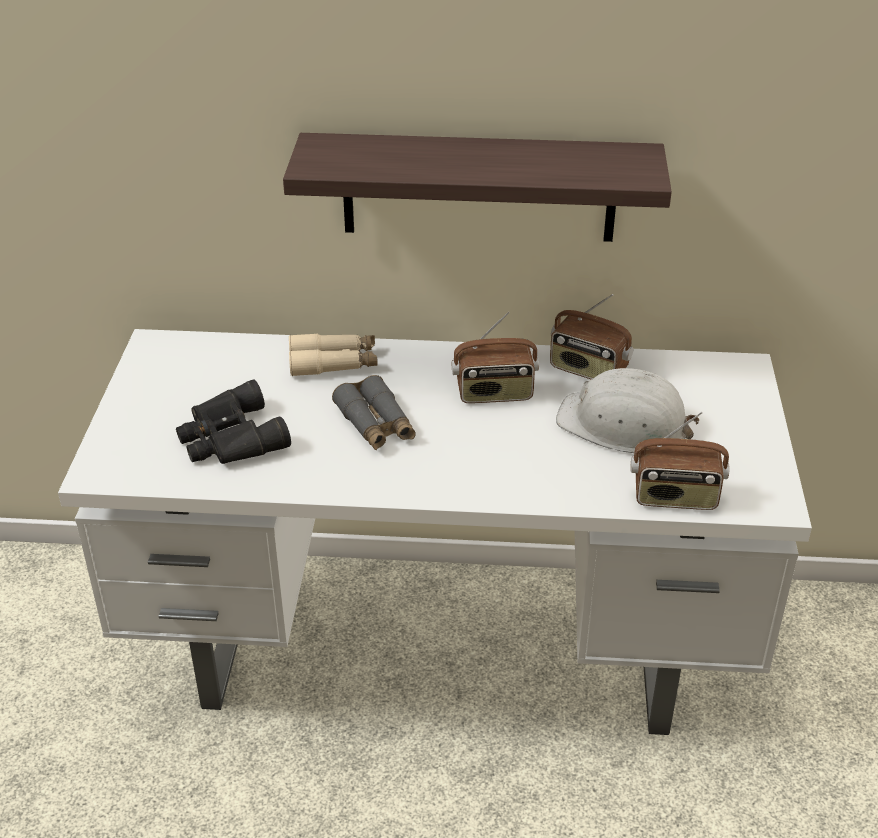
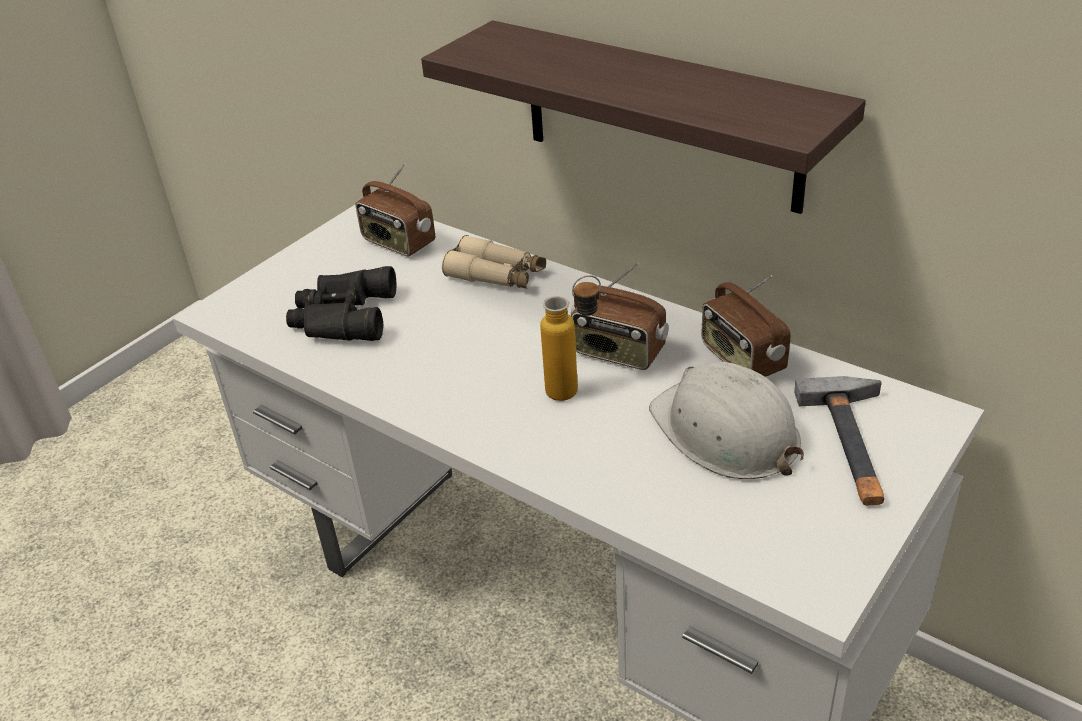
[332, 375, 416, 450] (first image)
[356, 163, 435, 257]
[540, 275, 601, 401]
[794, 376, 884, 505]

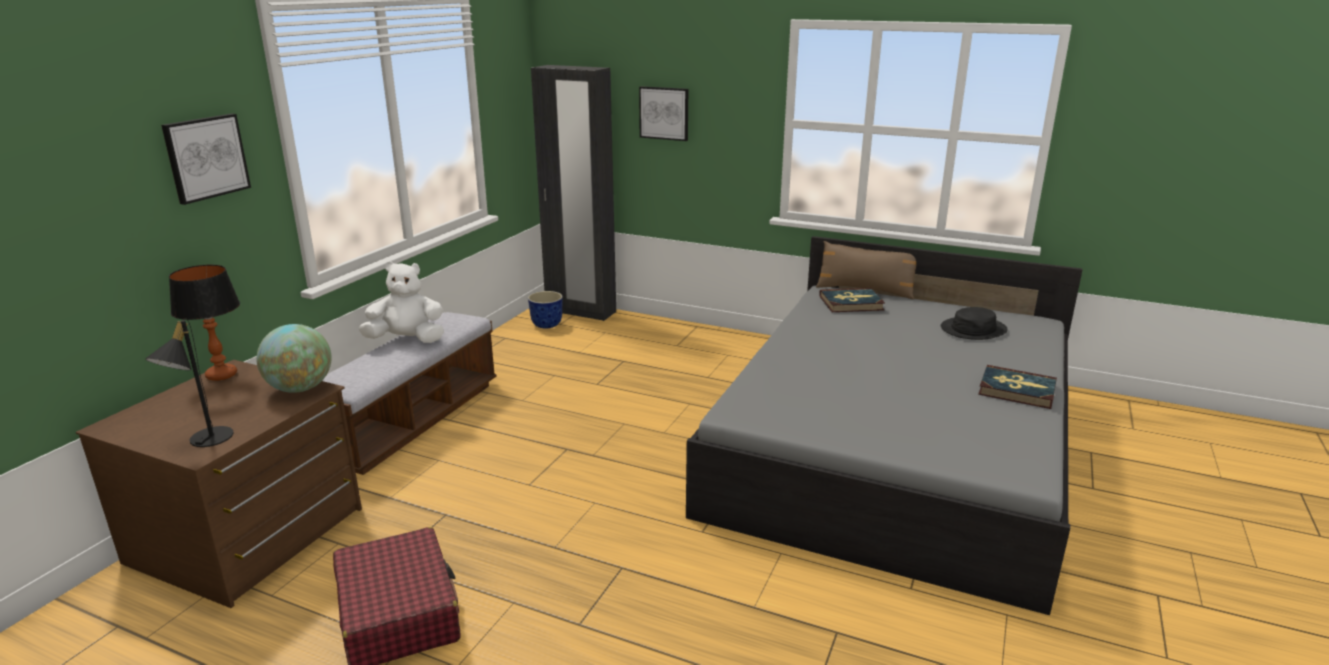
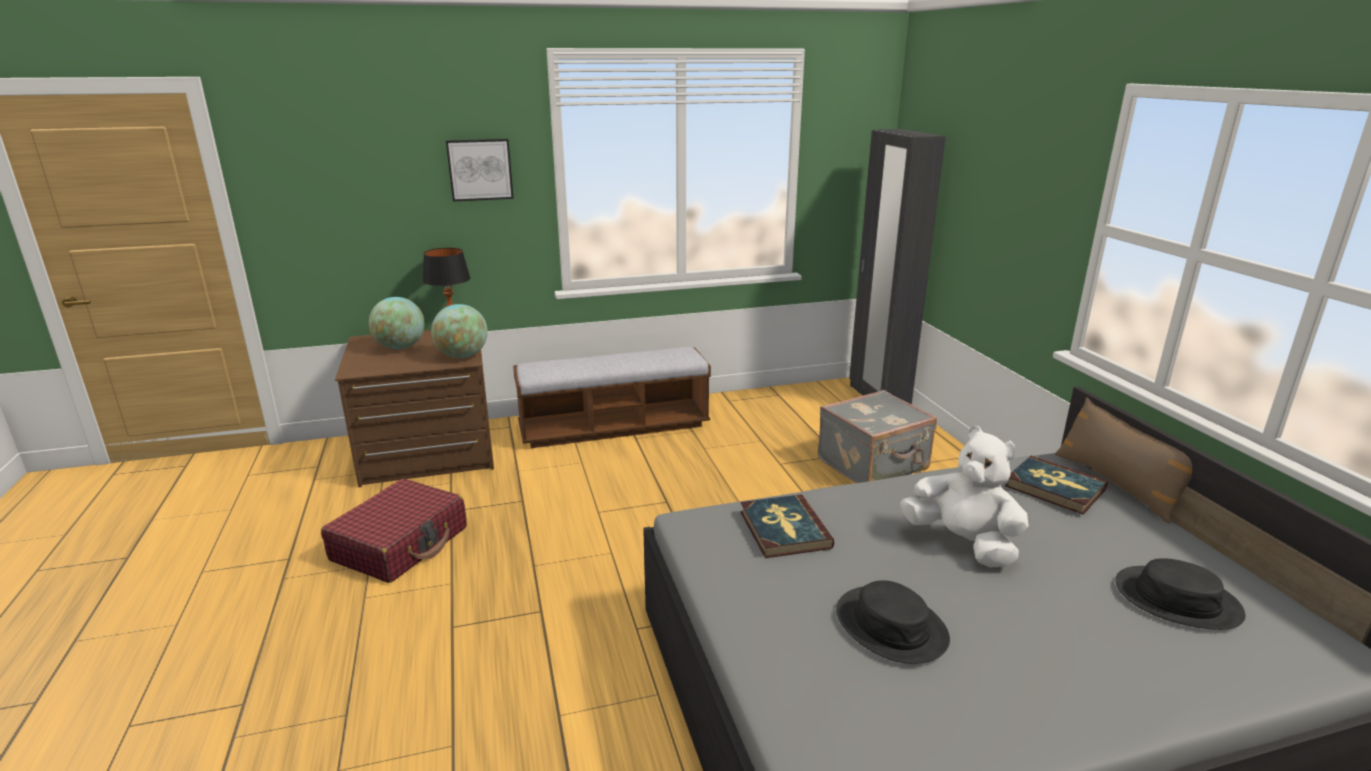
[639, 86, 688, 141] (first image)
[900, 426, 1029, 567]
[528, 291, 563, 328] (first image)
[145, 319, 234, 447] (first image)
[740, 495, 834, 558]
[369, 297, 425, 349]
[818, 390, 937, 483]
[836, 580, 950, 664]

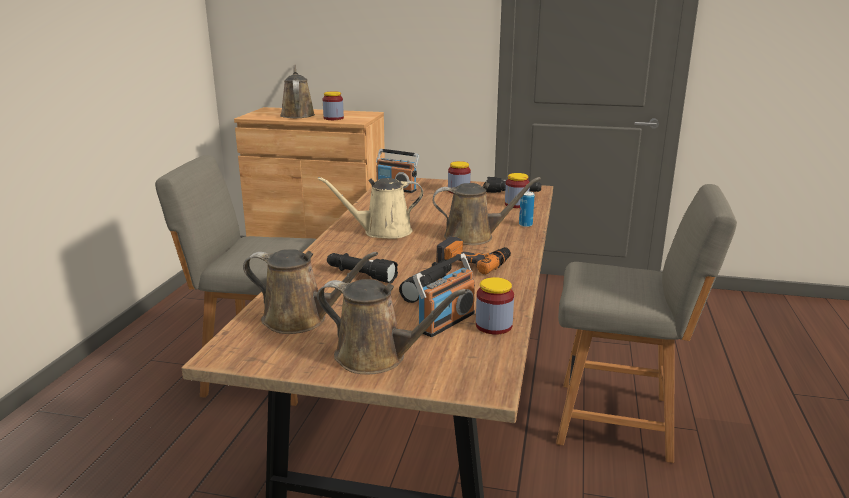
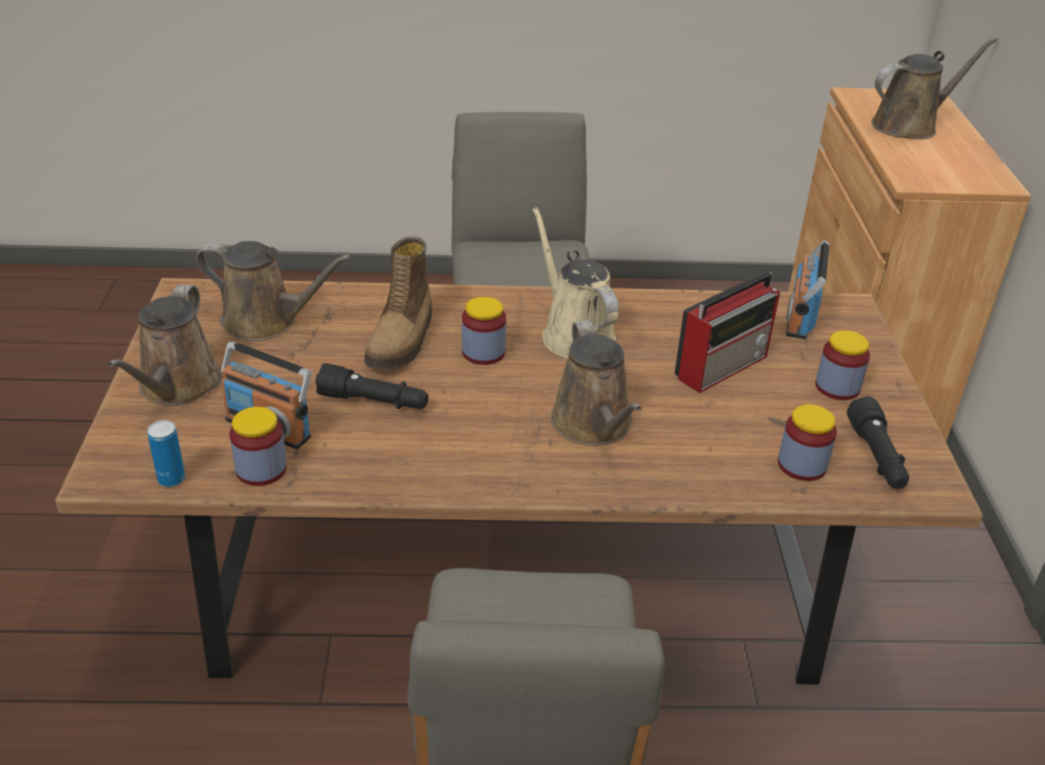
[462, 297, 506, 365]
[147, 420, 185, 487]
[436, 236, 511, 275] (first image)
[196, 241, 352, 341]
[364, 237, 432, 370]
[675, 272, 780, 393]

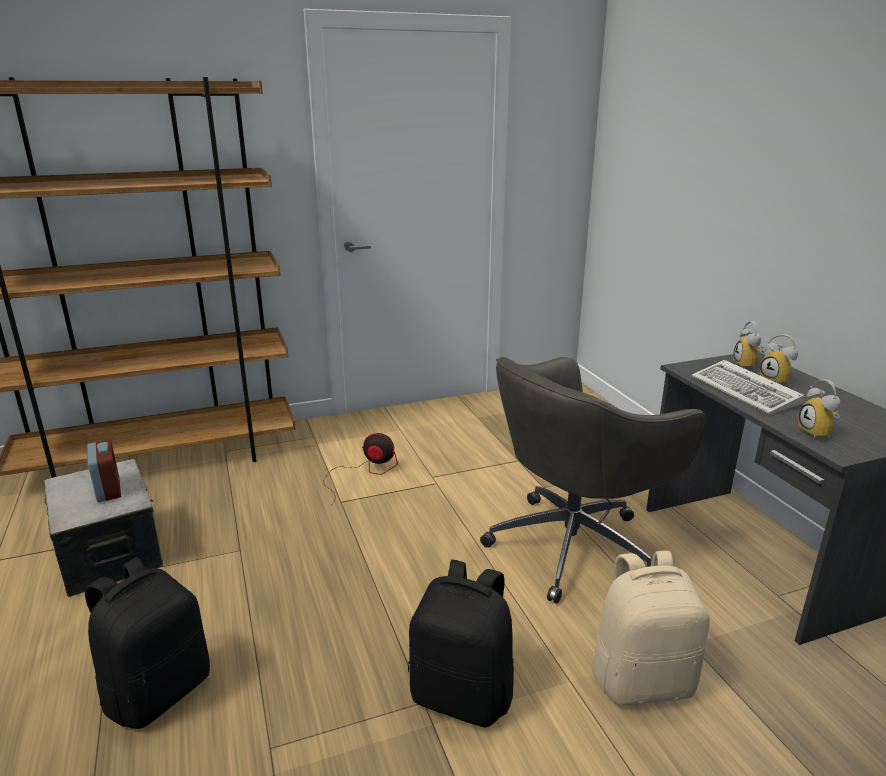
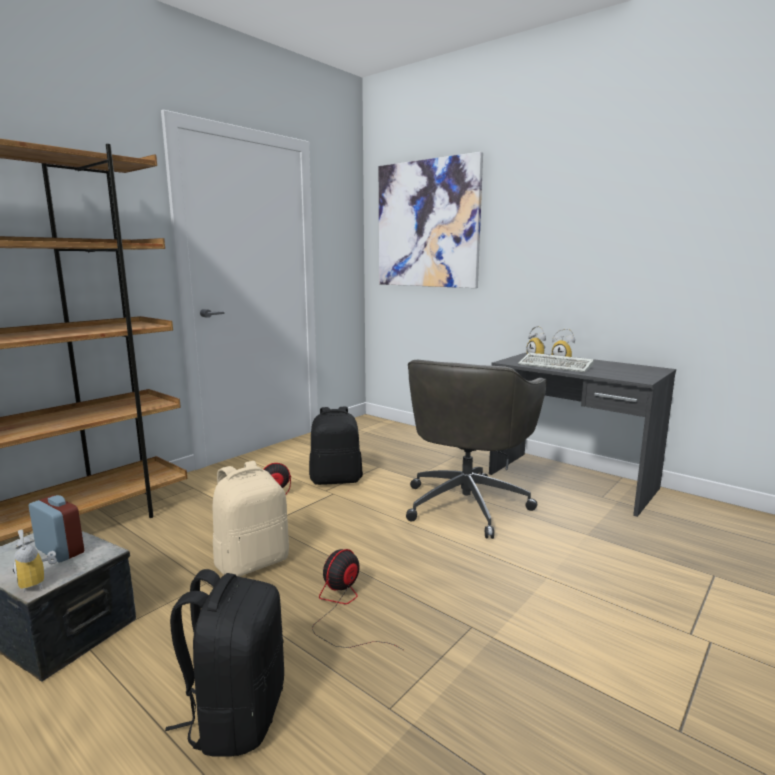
[13, 530, 57, 592]
[213, 461, 289, 577]
[309, 407, 363, 485]
[379, 152, 483, 288]
[312, 549, 403, 650]

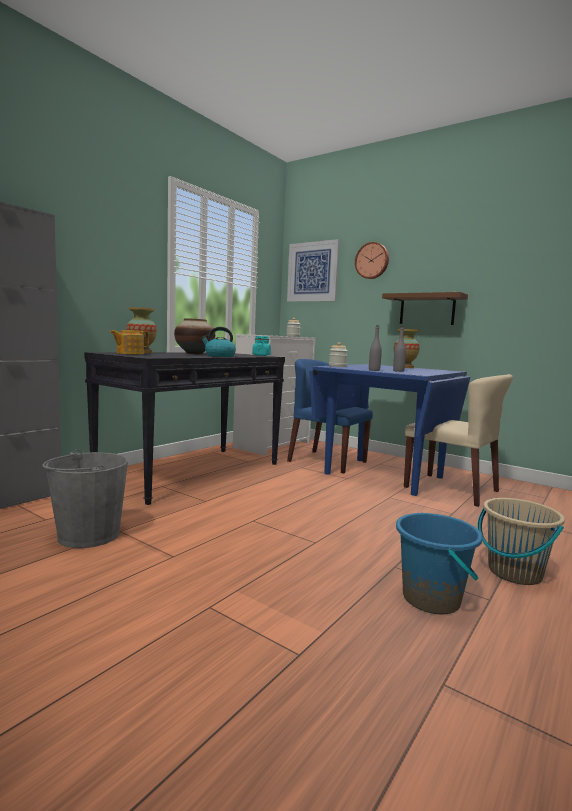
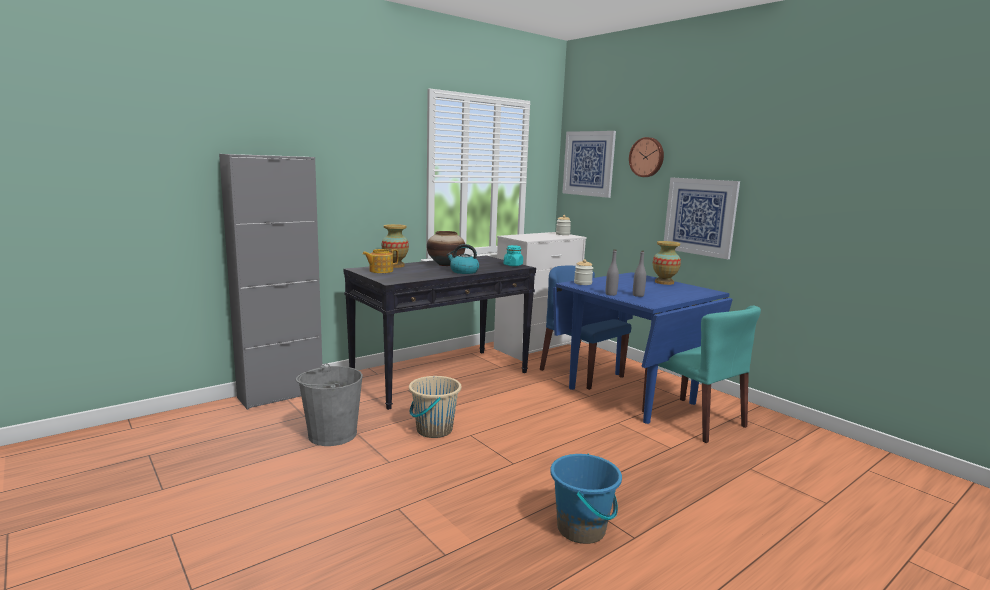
[664, 177, 740, 259]
[642, 306, 761, 443]
[409, 376, 461, 438]

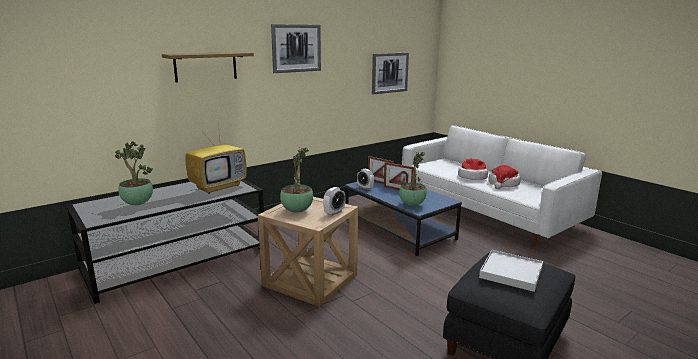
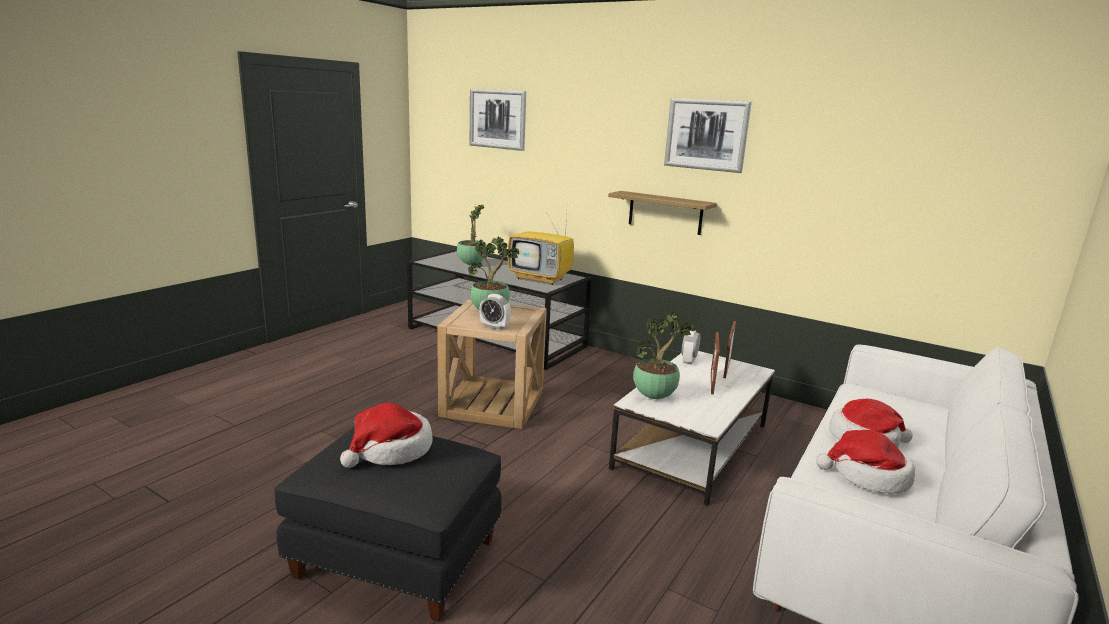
[608, 191, 717, 235]
[470, 89, 526, 151]
[609, 351, 775, 506]
[340, 403, 433, 468]

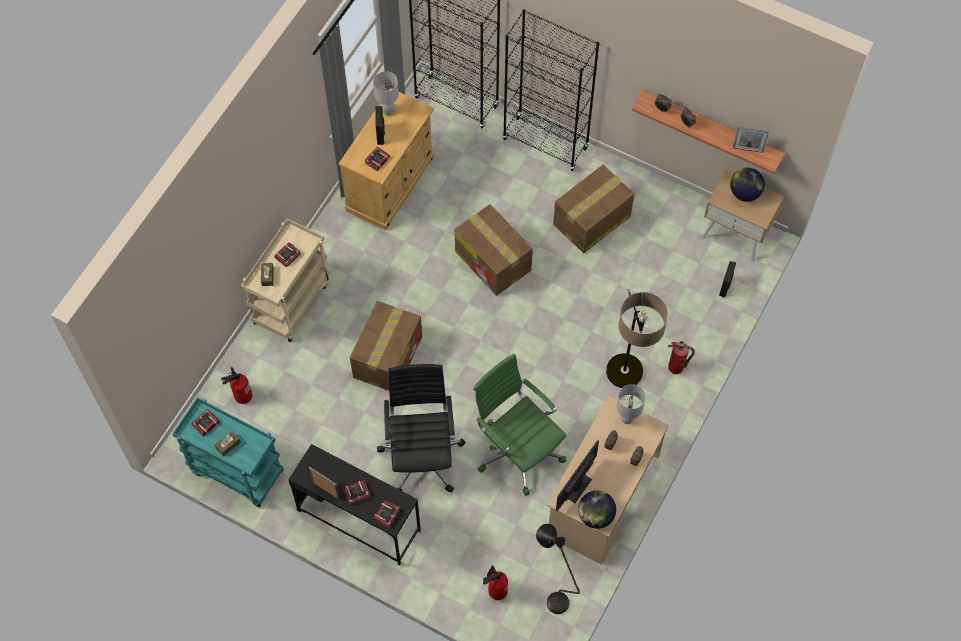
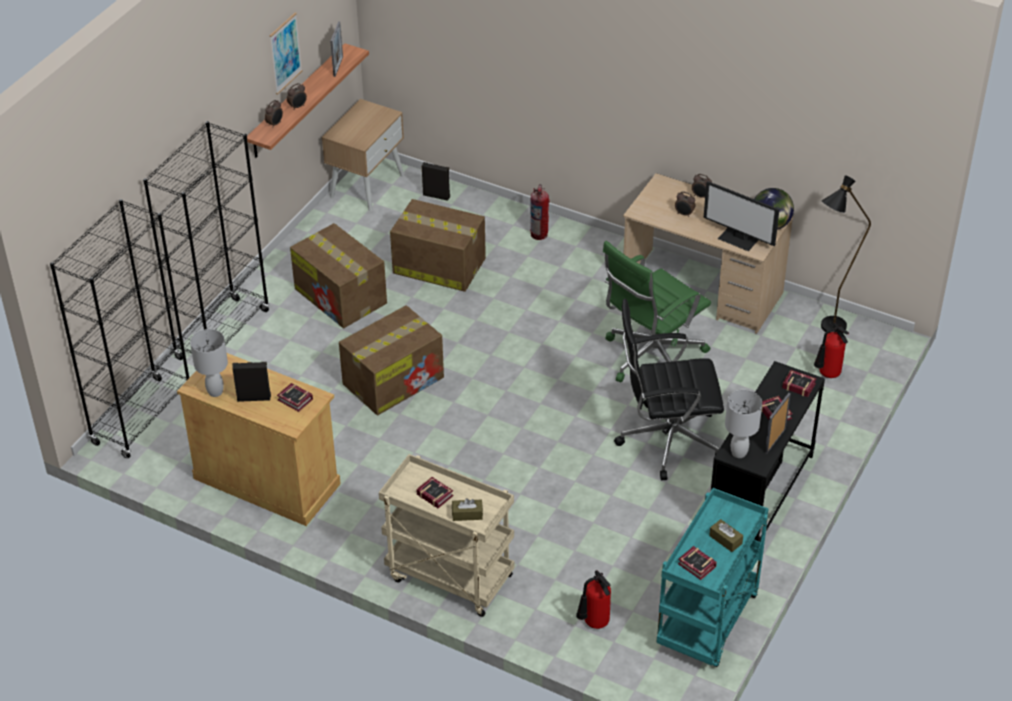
[730, 168, 765, 202] (first image)
[606, 289, 668, 388] (first image)
[390, 199, 486, 292]
[725, 390, 762, 458]
[270, 13, 302, 95]

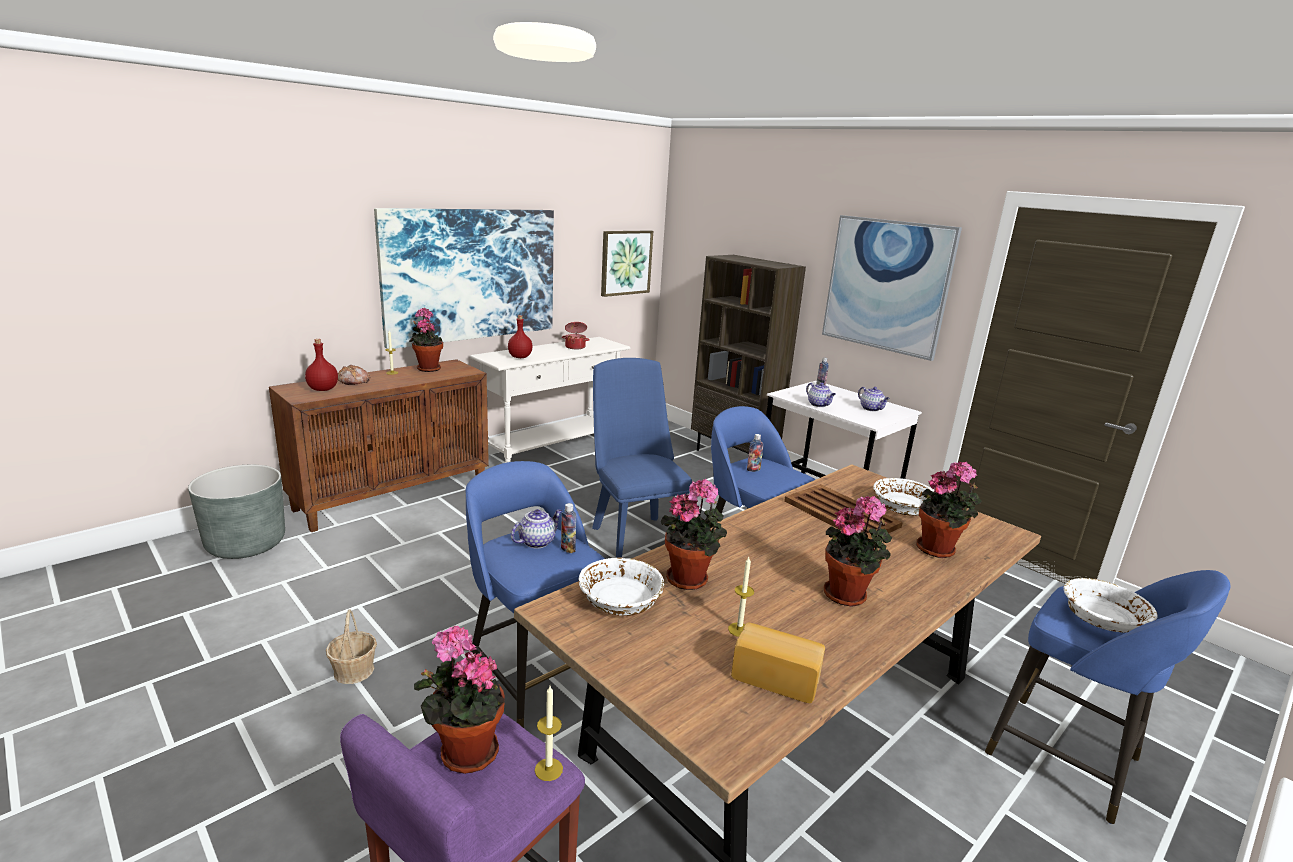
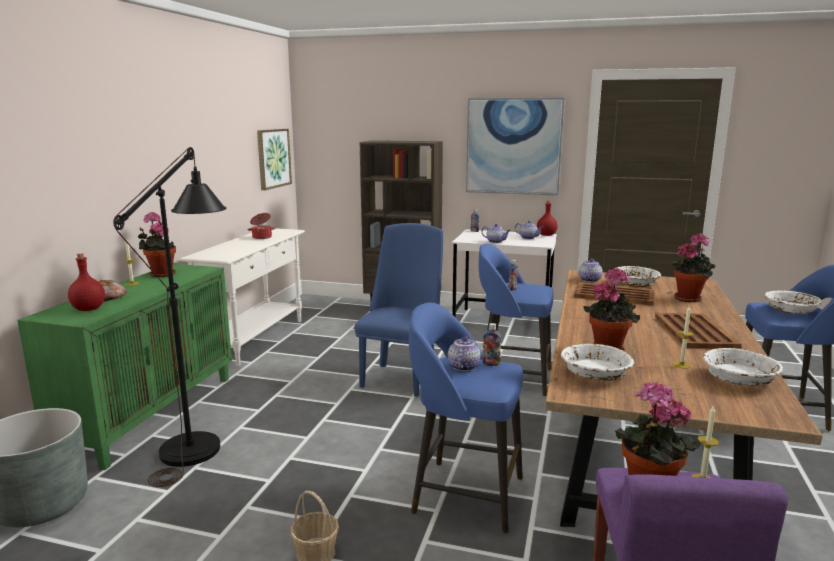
[374, 208, 554, 349] (first image)
[537, 201, 558, 236]
[354, 223, 443, 397]
[17, 264, 232, 470]
[655, 313, 742, 349]
[703, 348, 783, 386]
[113, 147, 226, 487]
[578, 258, 602, 282]

